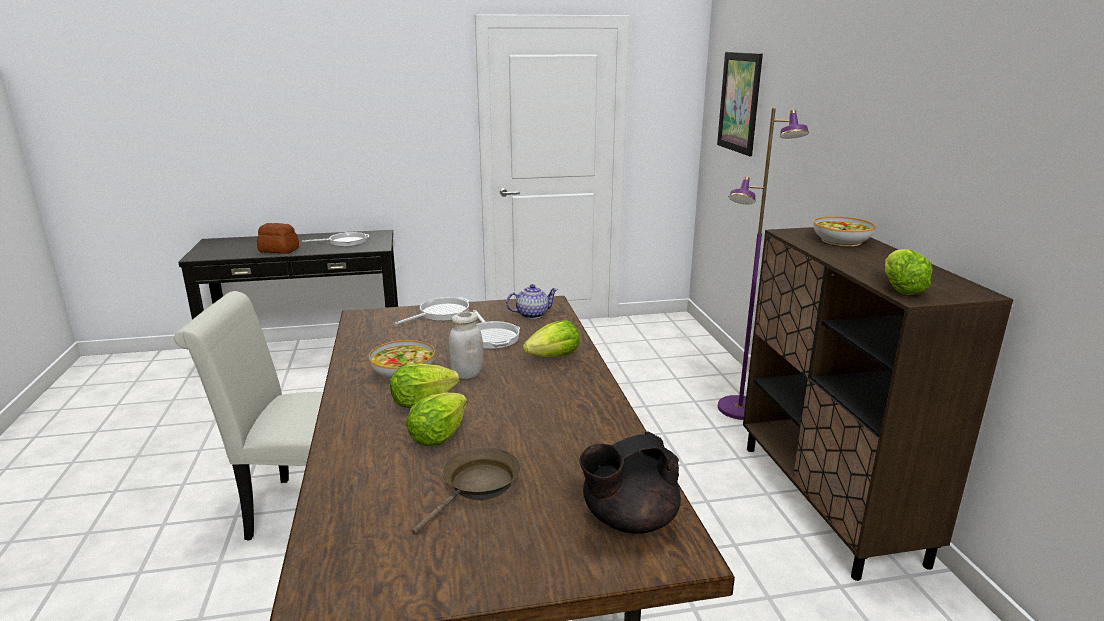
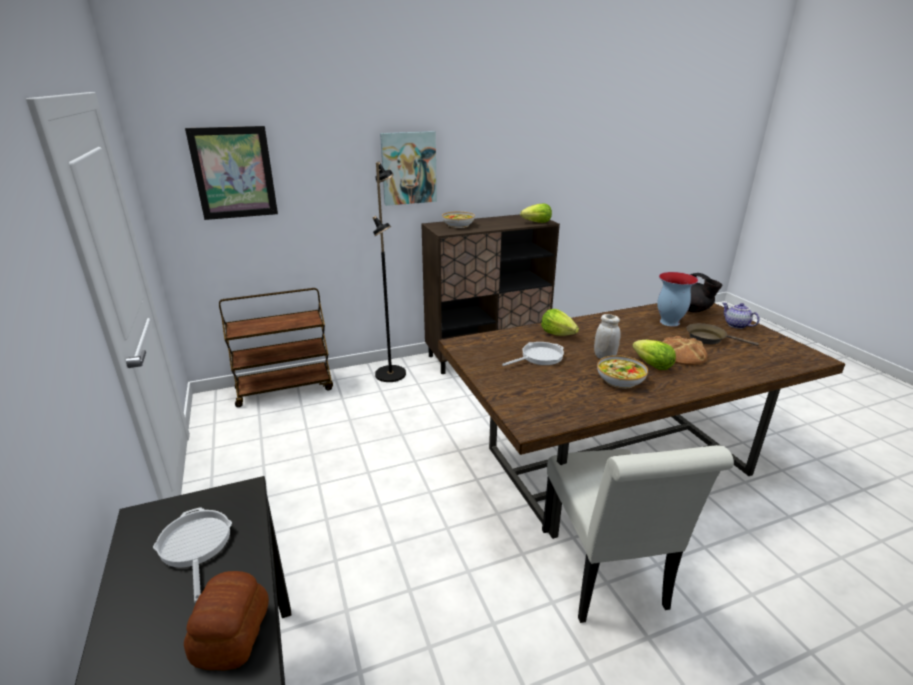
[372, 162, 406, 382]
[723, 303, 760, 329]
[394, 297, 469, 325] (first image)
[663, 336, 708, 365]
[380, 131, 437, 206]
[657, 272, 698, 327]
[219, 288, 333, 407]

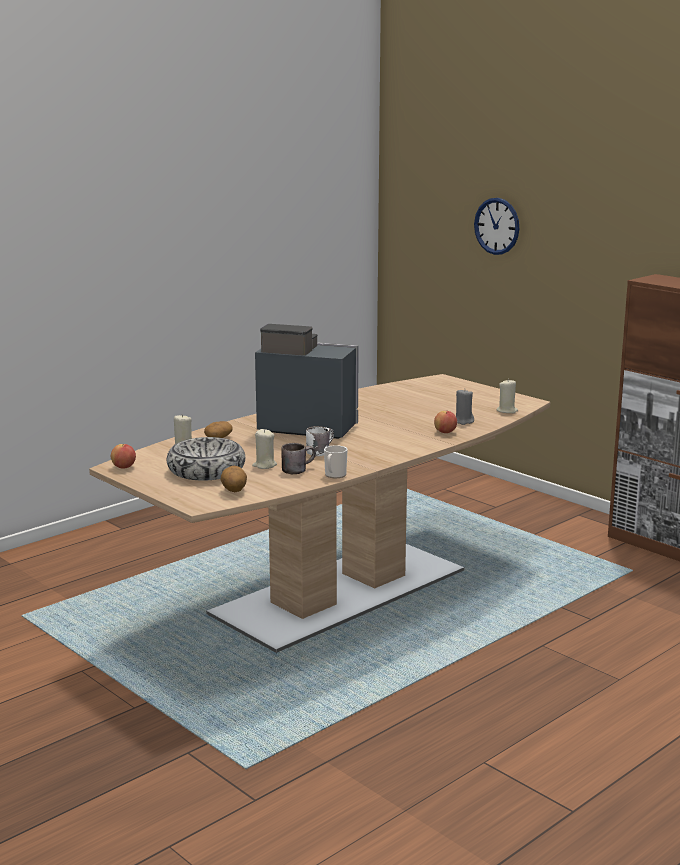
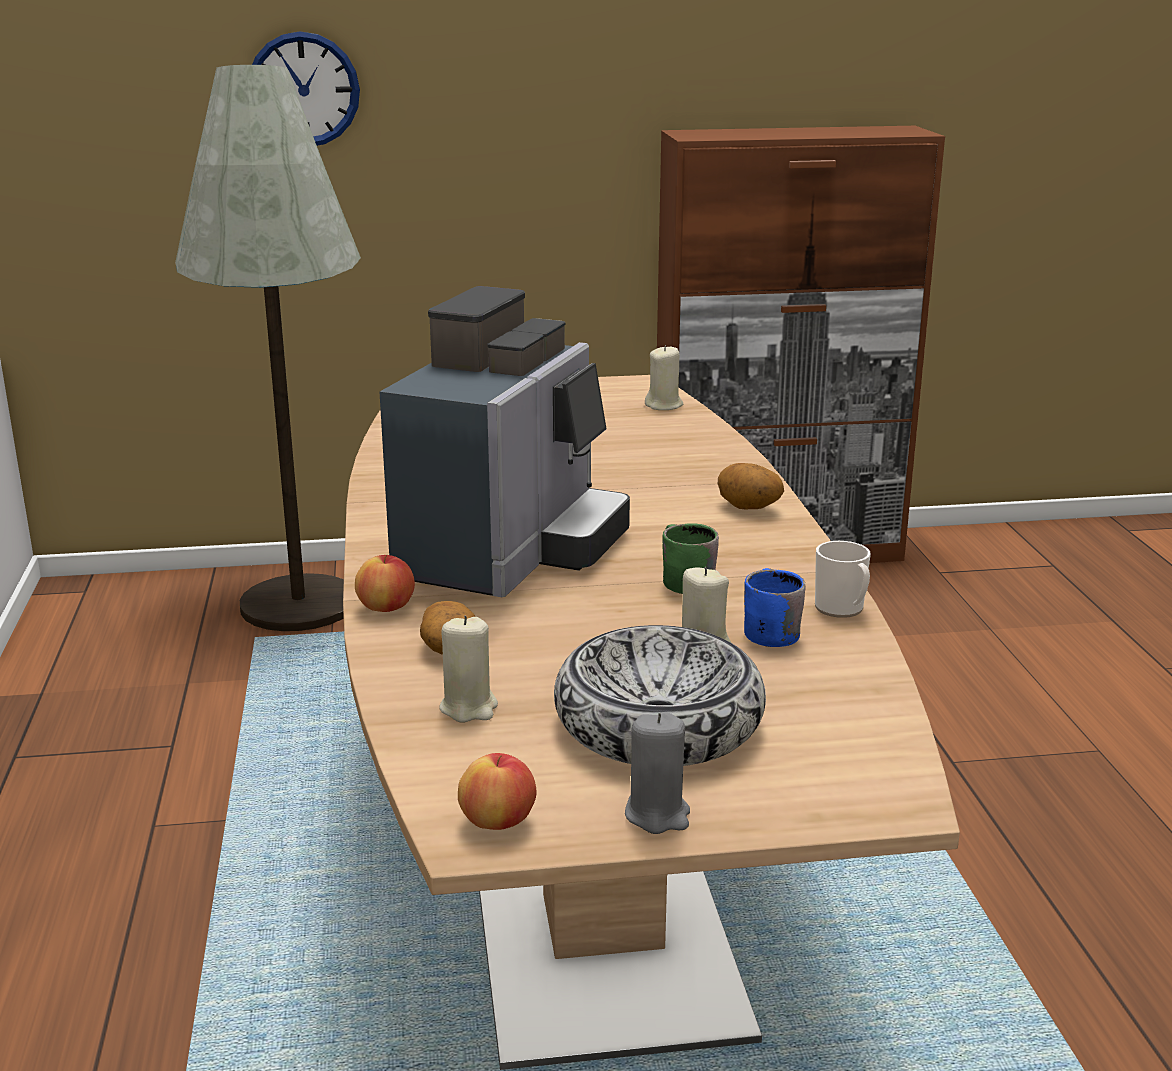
[380, 286, 630, 597]
[625, 712, 690, 834]
[355, 554, 415, 612]
[662, 524, 719, 594]
[744, 568, 806, 647]
[718, 463, 784, 509]
[175, 65, 361, 631]

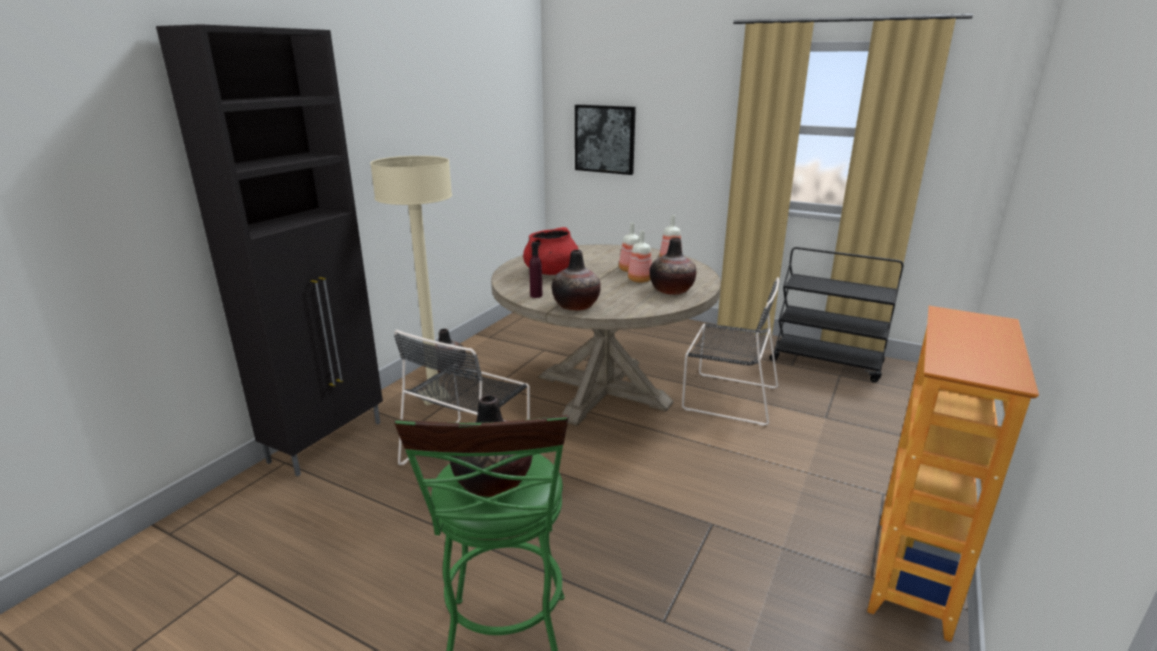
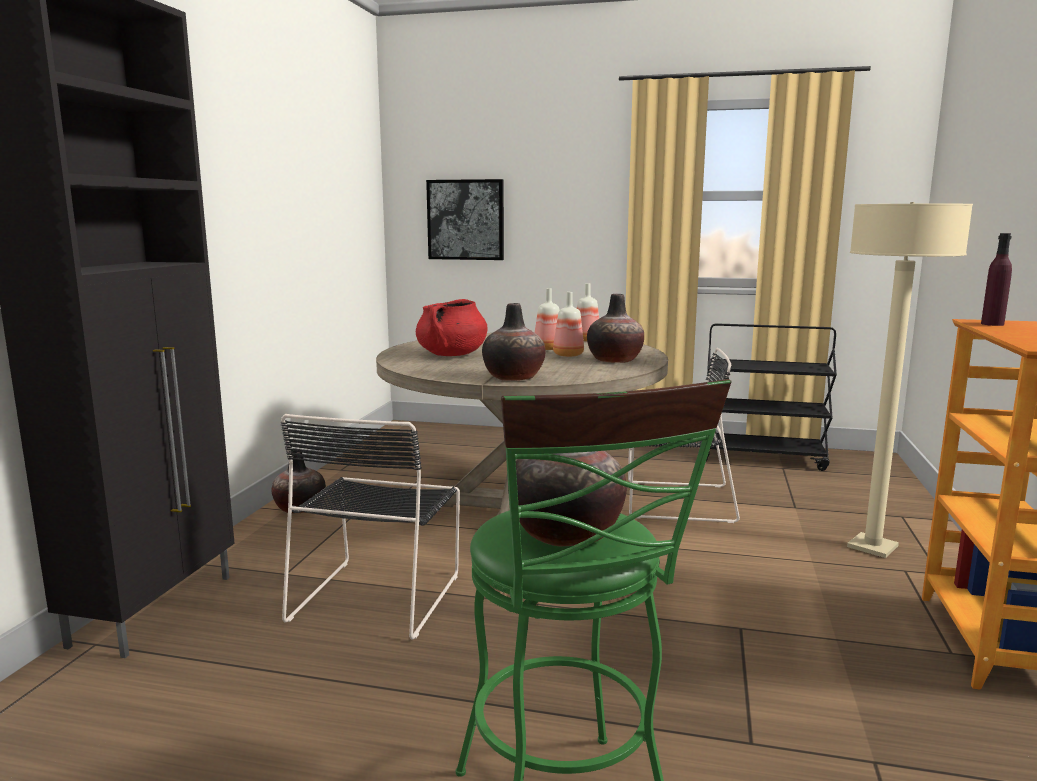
[847, 202, 973, 558]
[981, 233, 1012, 326]

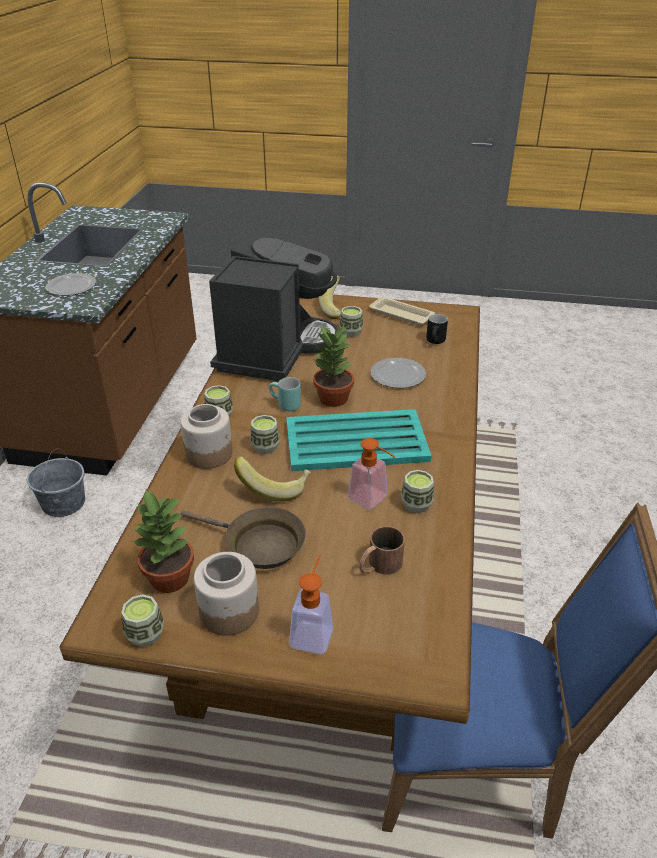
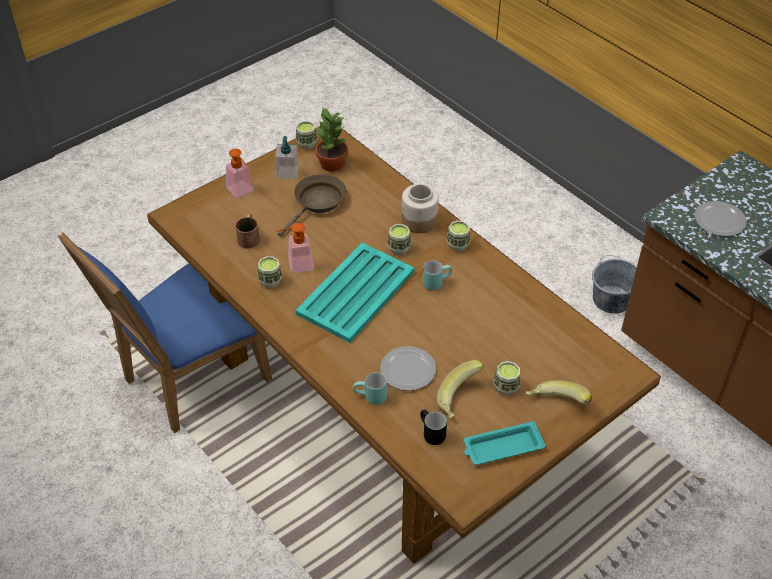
[209, 230, 338, 381] (first image)
[464, 421, 546, 465]
[313, 326, 354, 407] (first image)
[437, 360, 484, 419]
[278, 174, 347, 236]
[275, 136, 299, 179]
[353, 372, 387, 405]

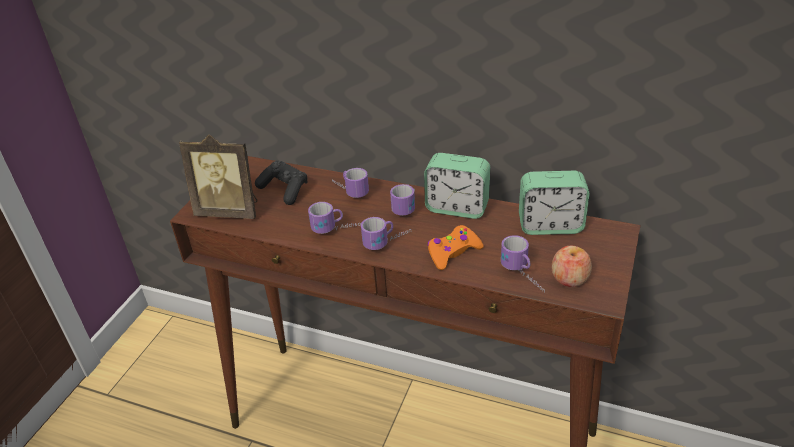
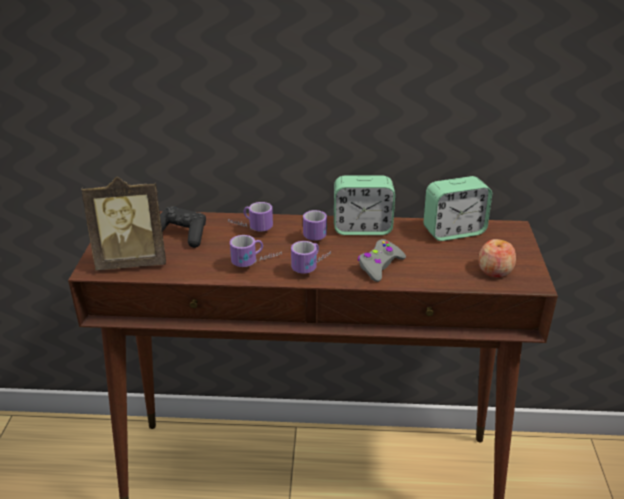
[358, 239, 406, 282]
[501, 235, 545, 293] (first image)

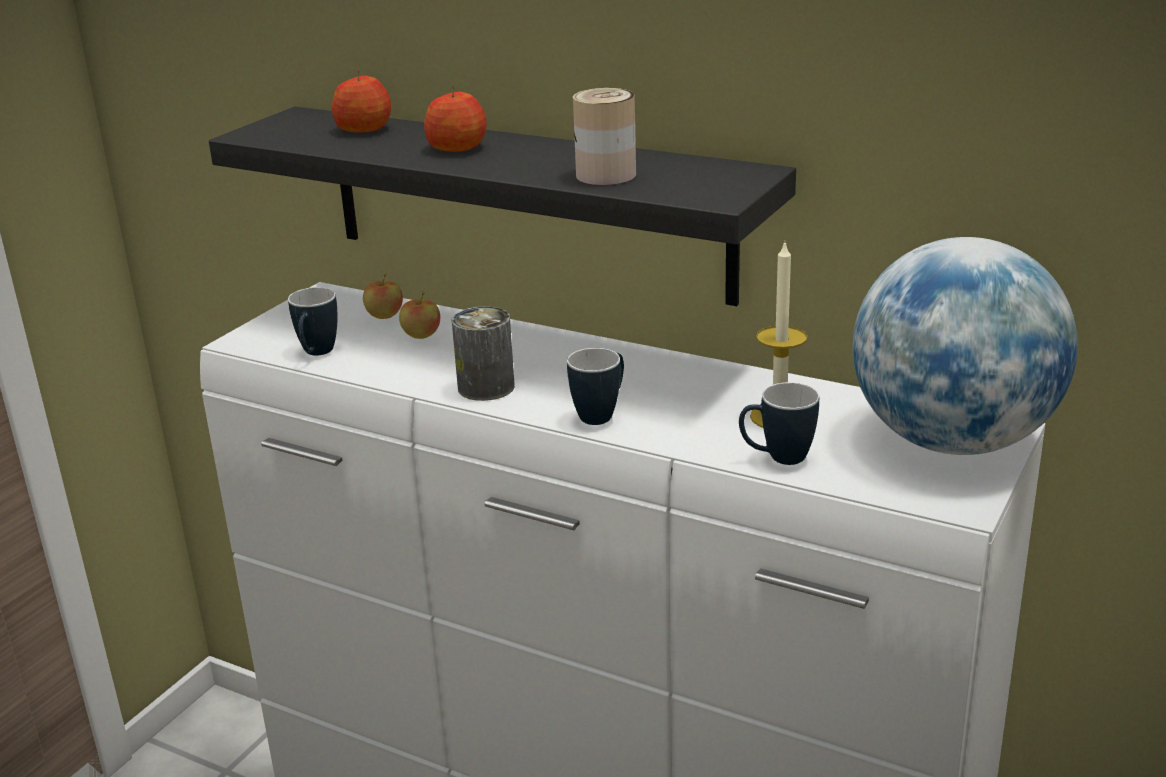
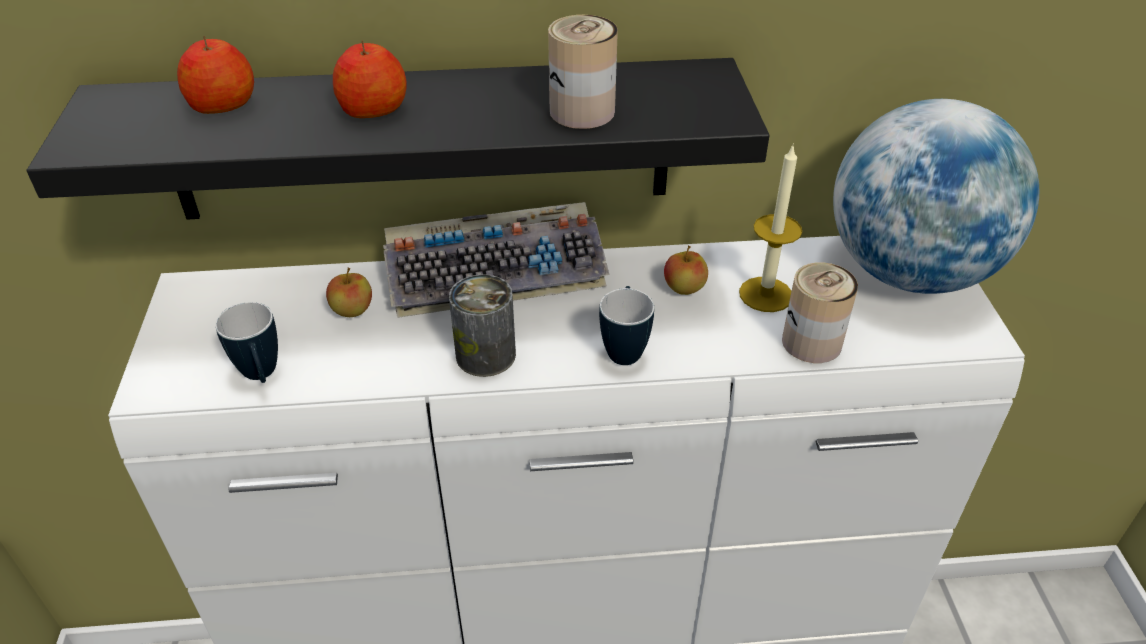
[664, 245, 708, 295]
[782, 262, 858, 363]
[383, 202, 610, 318]

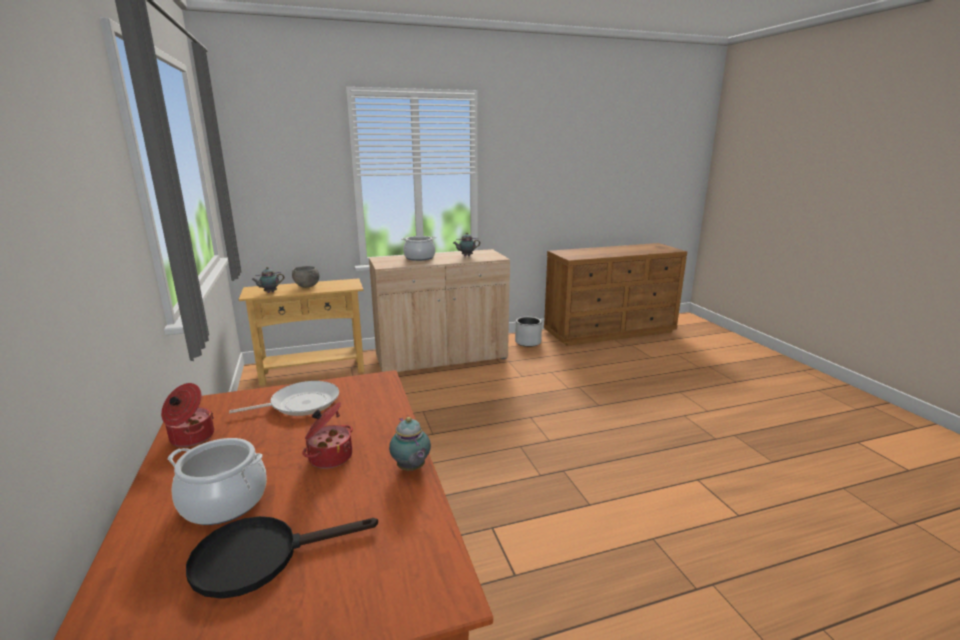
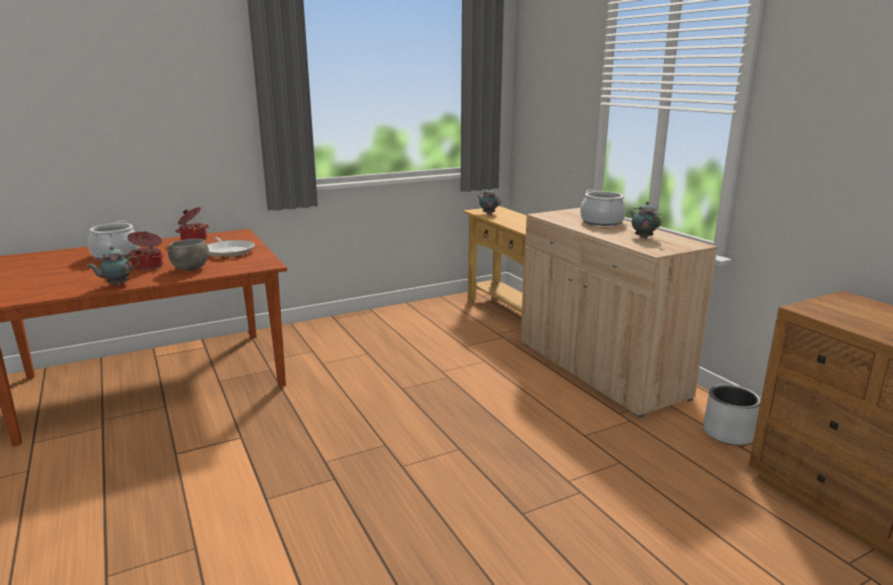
[168, 239, 209, 271]
[186, 516, 378, 599] (first image)

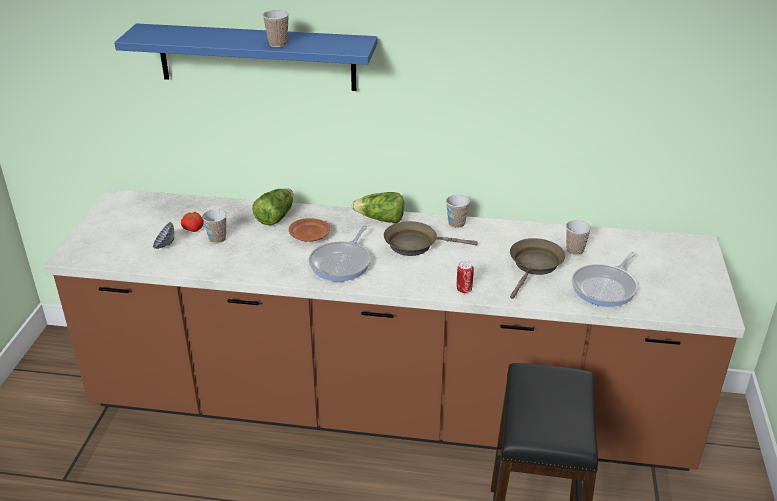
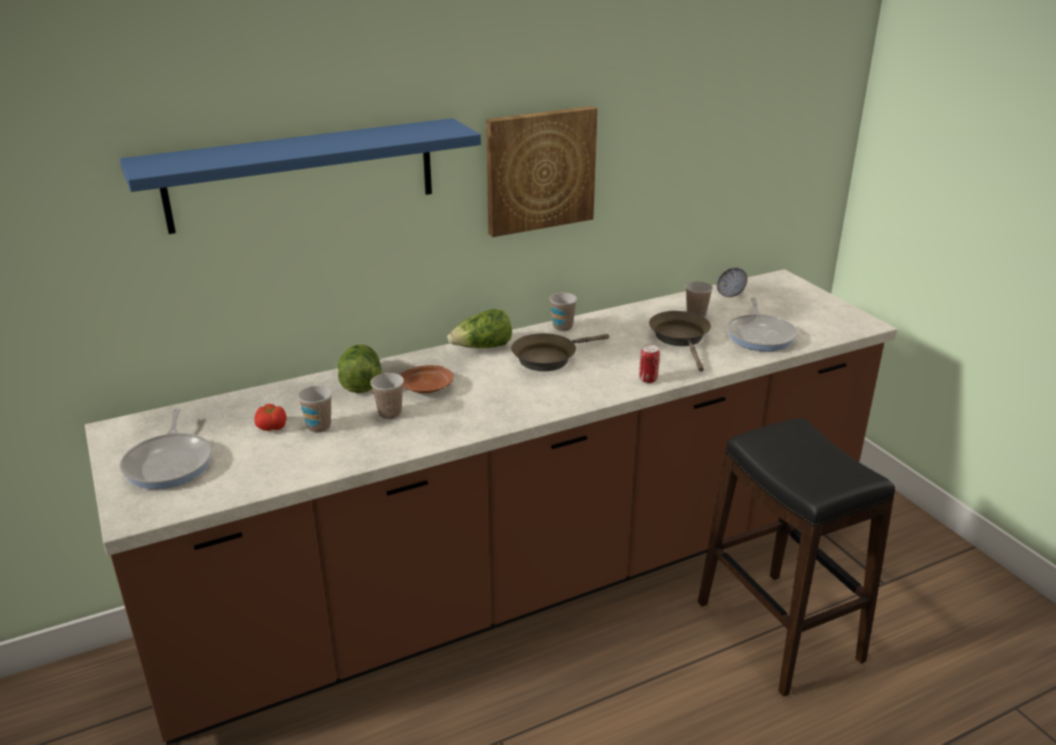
[370, 373, 404, 420]
[717, 267, 747, 297]
[120, 408, 212, 489]
[486, 106, 598, 237]

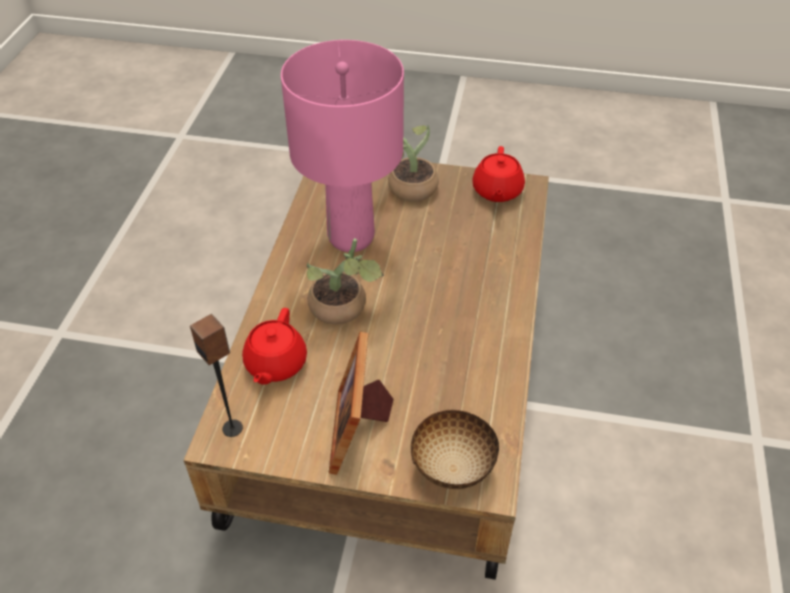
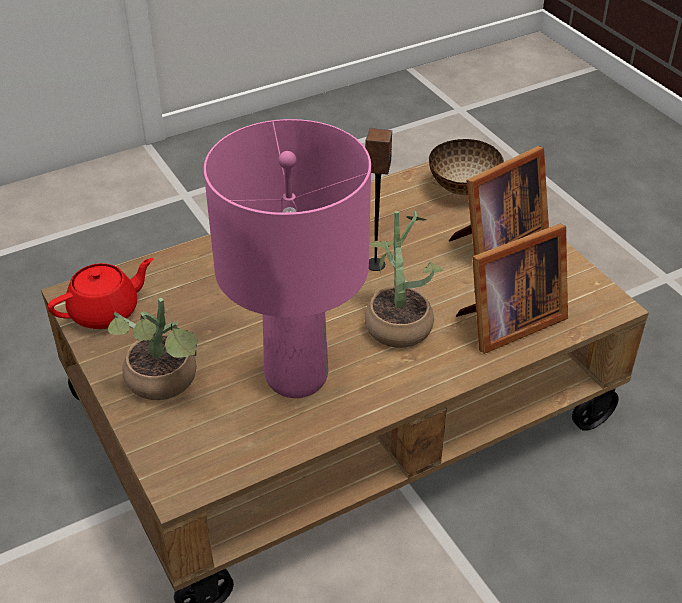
[456, 223, 568, 354]
[365, 128, 392, 271]

